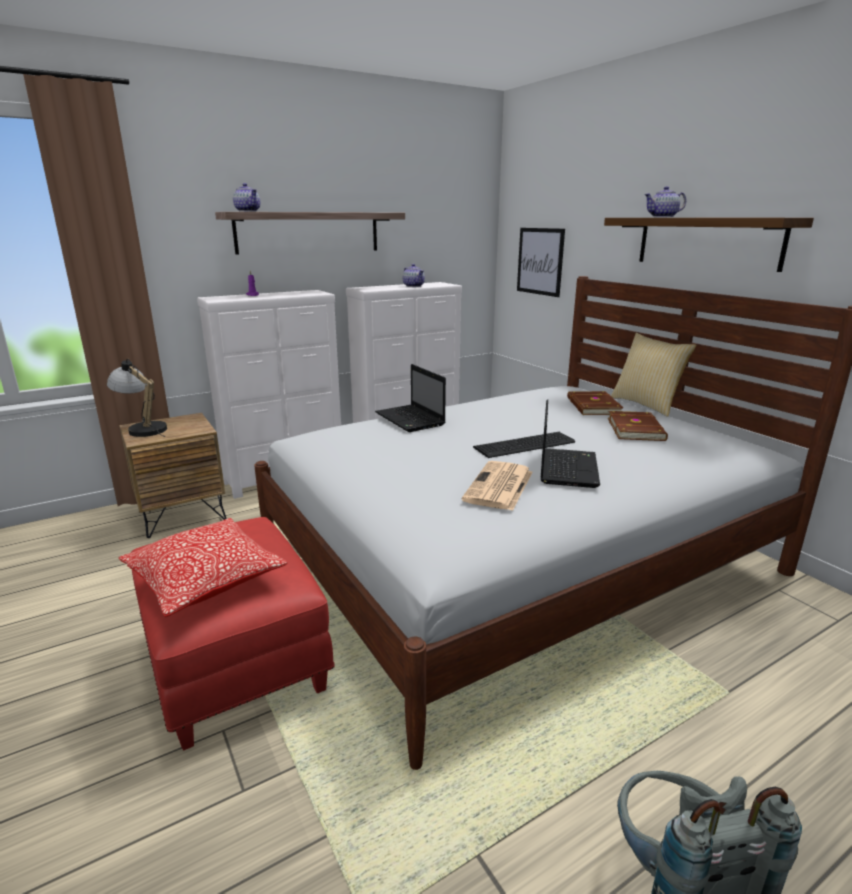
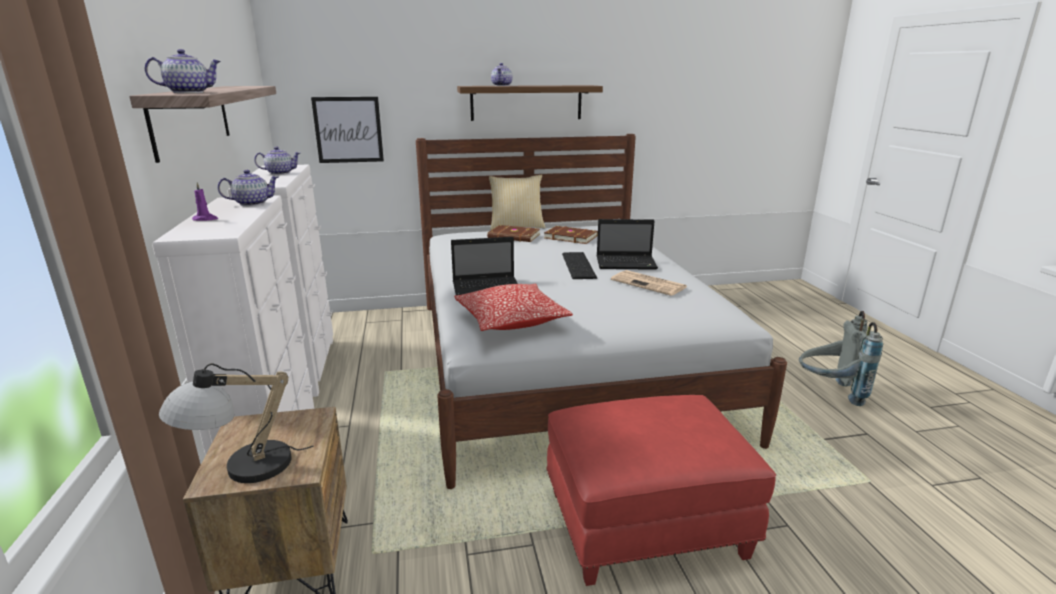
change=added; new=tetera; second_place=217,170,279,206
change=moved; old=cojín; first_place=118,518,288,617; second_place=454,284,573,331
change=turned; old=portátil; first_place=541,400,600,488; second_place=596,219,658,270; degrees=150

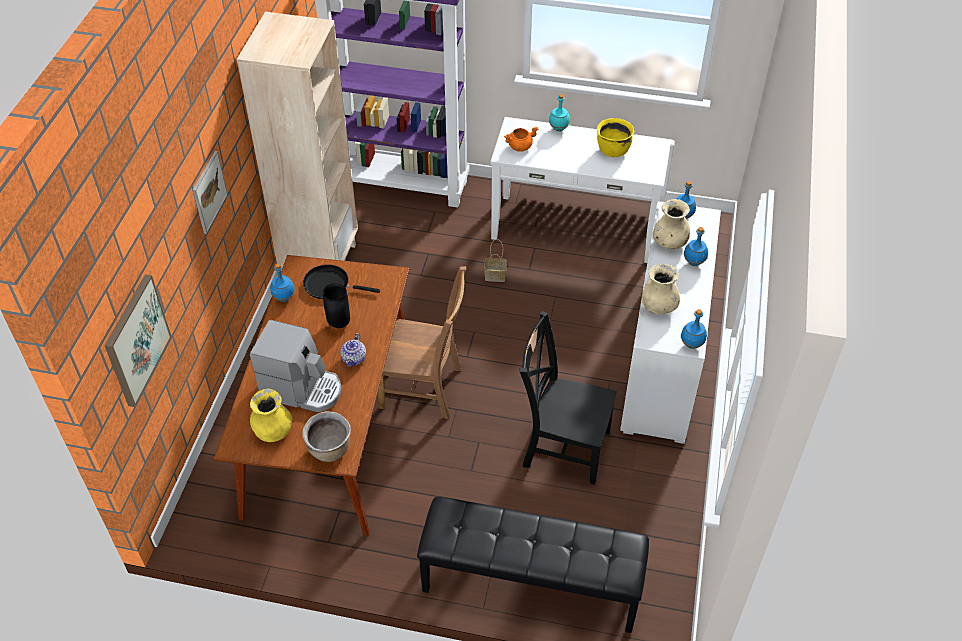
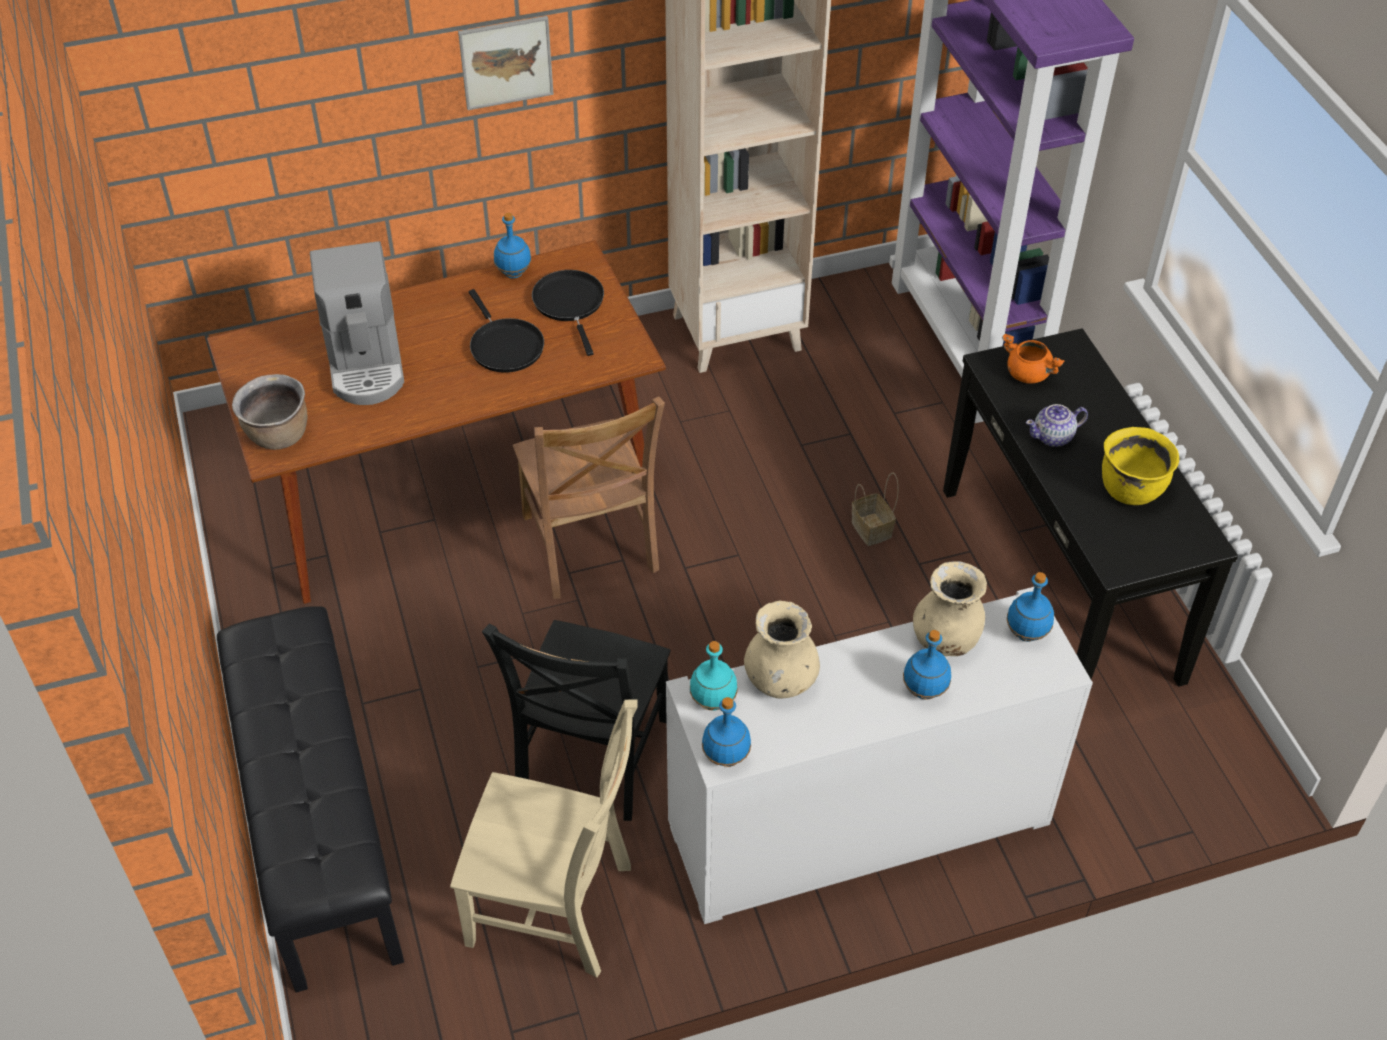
change=added; new=silla (beis); second_place=450,699,638,978
change=replaced; old=florero (negro); new=sartén (negro); first_place=322,283,350,328; second_place=469,289,544,373
change=turned; old=silla (negro); first_place=520,311,617,485; second_place=482,620,670,821; degrees=-150
change=moved; old=botella (turquesa); first_place=549,94,570,132; second_place=690,641,738,710
change=recoloured; old=mesa consola (blanco); new=mesa consola (negro); first_place=491,117,671,263; second_place=943,328,1238,687
change=moved; old=tetera; first_place=340,333,366,367; second_place=1026,404,1088,447
change=removed; old=cuadro; first_place=105,274,172,407
change=removed; old=florero (amarillo); first_place=250,388,292,442

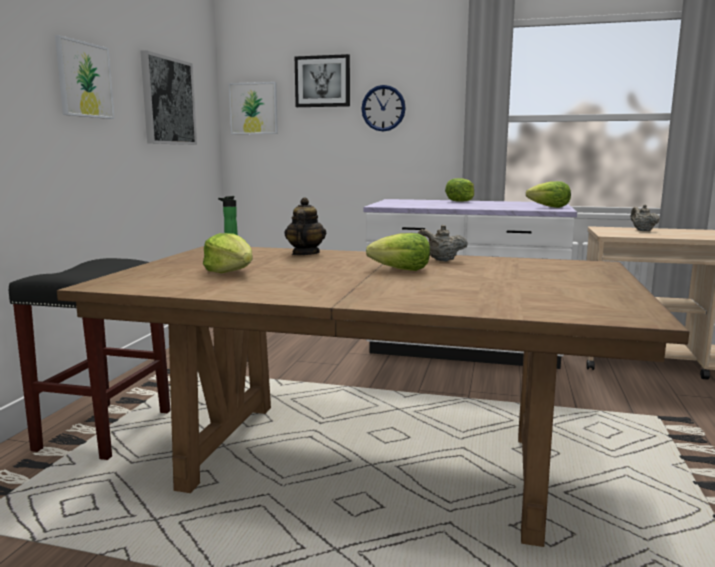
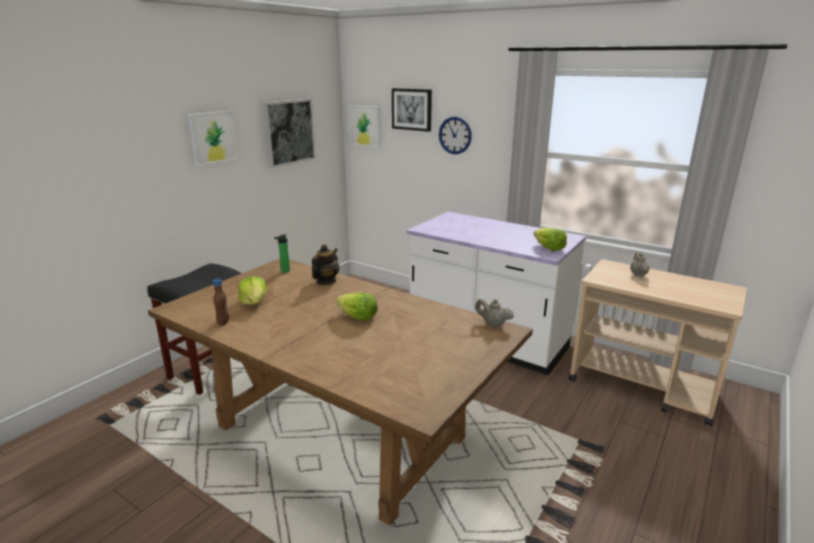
change=added; new=botella (marrón); second_place=213,279,229,326
change=moved; old=tetera (beis); first_place=418,225,468,262; second_place=475,299,514,327
change=removed; old=lechuga; first_place=445,178,474,202

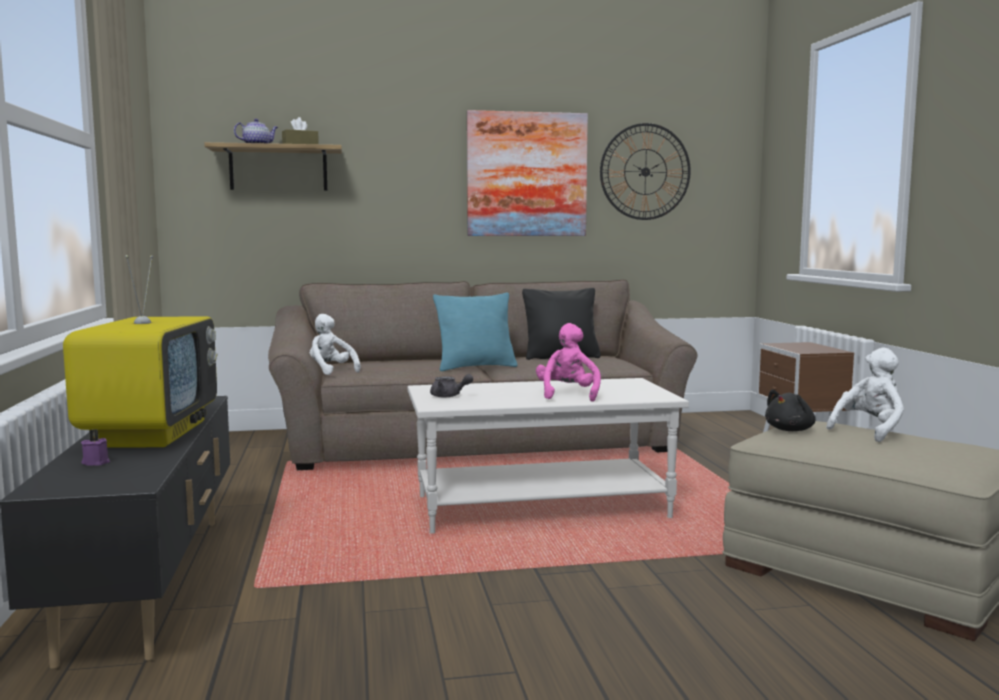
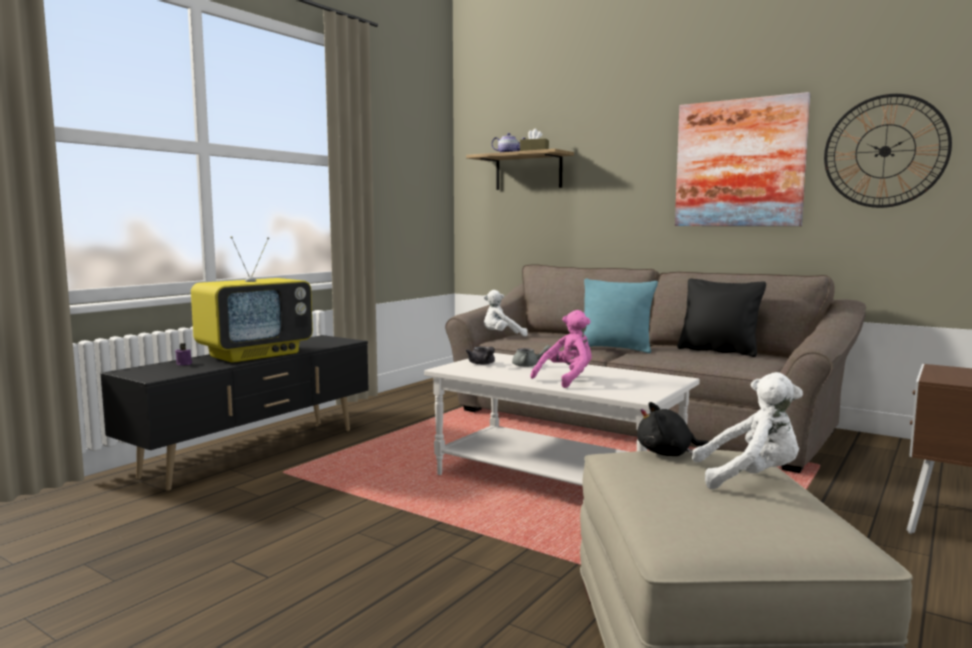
change=turned; old=peluche (blanco); first_place=309,314,361,375; second_place=484,290,528,337; degrees=-105
change=added; new=tetera (gris); second_place=512,345,551,367

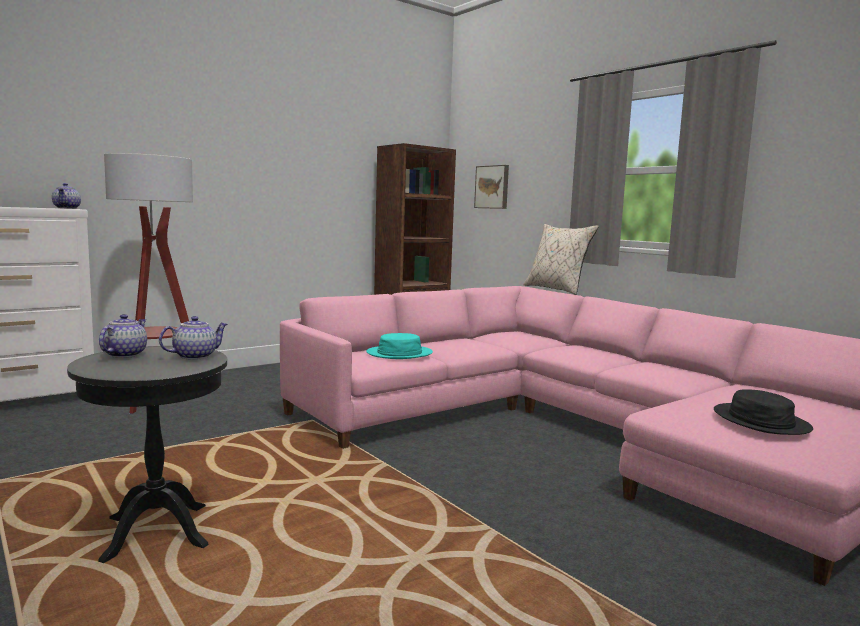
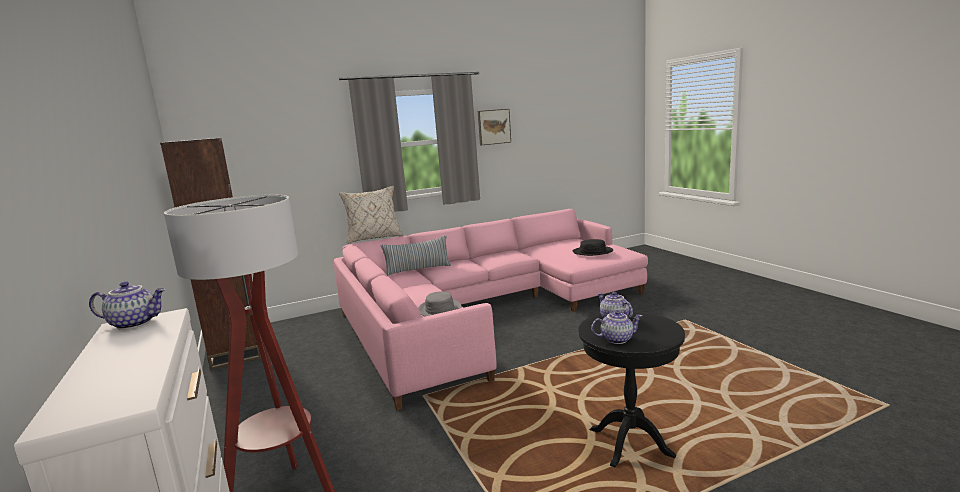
change=added; new=cojín; second_place=381,235,451,276
change=recoloured; old=sombrero (turquesa); new=sombrero (gris); first_place=366,333,433,359; second_place=418,292,461,317
change=moved; old=cuadro; first_place=474,165,509,209; second_place=478,109,511,145
change=turned; old=tetera; first_place=99,314,147,358; second_place=591,310,642,344; degrees=150

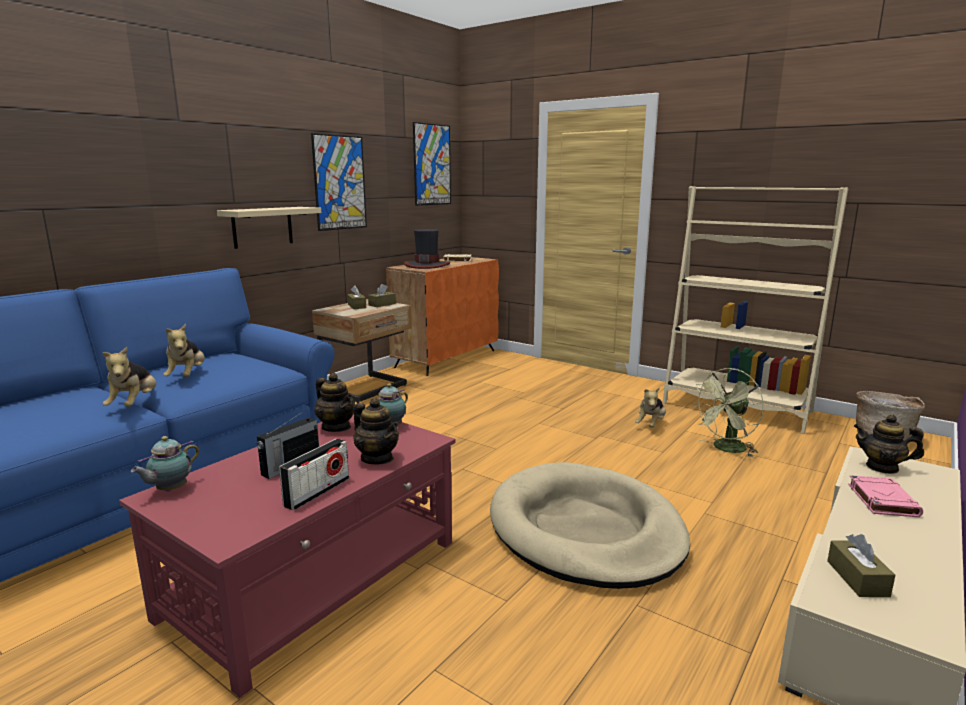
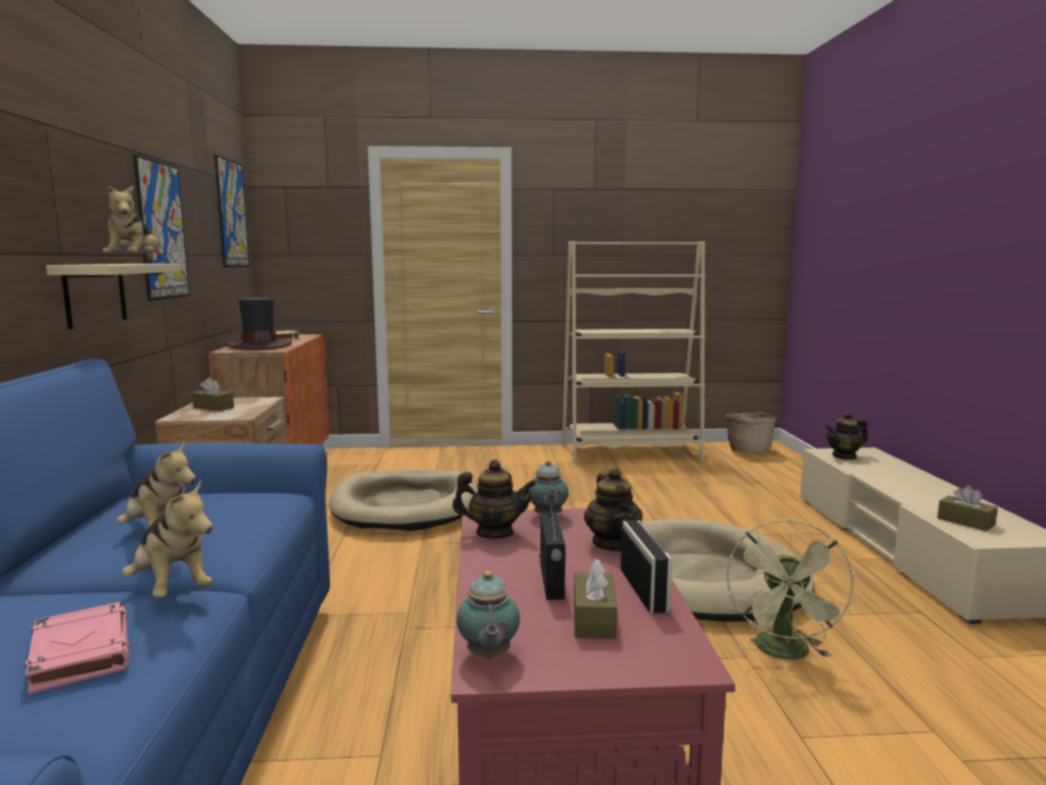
change=moved; old=libro (rosa); first_place=848,475,923,517; second_place=25,602,130,694
change=moved; old=peluche; first_place=635,387,666,427; second_place=102,185,158,263
change=added; new=cama para perro (beis); second_place=329,470,478,531
change=moved; old=caja de pañuelos (marrón); first_place=368,284,396,307; second_place=574,559,617,639
change=turned; old=tetera; first_place=353,398,399,464; second_place=584,468,643,551; degrees=75
change=moved; old=ventilador (verde); first_place=692,368,764,457; second_place=726,519,855,660

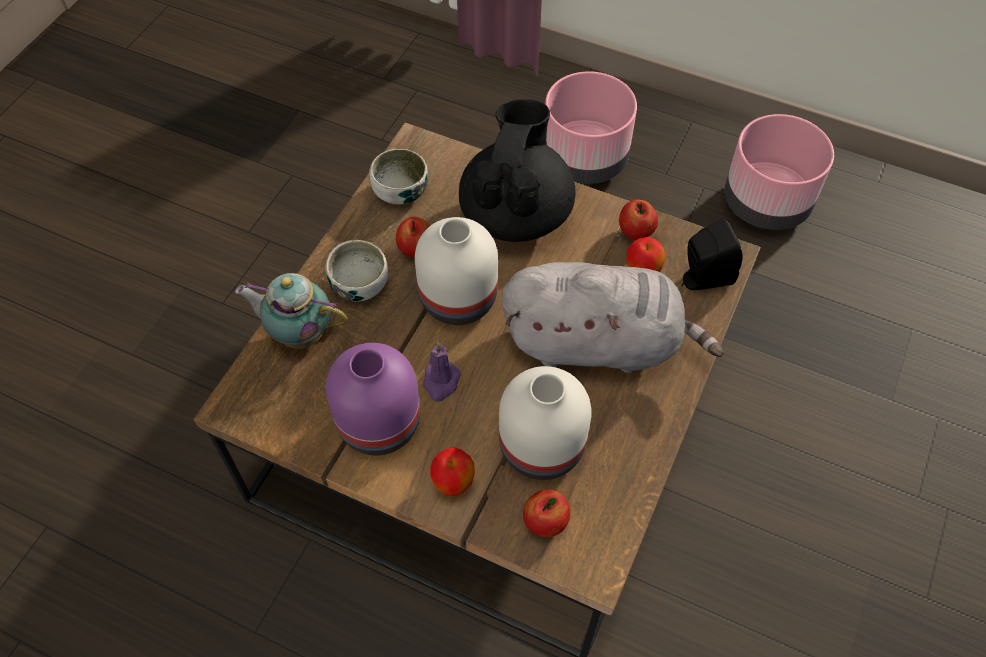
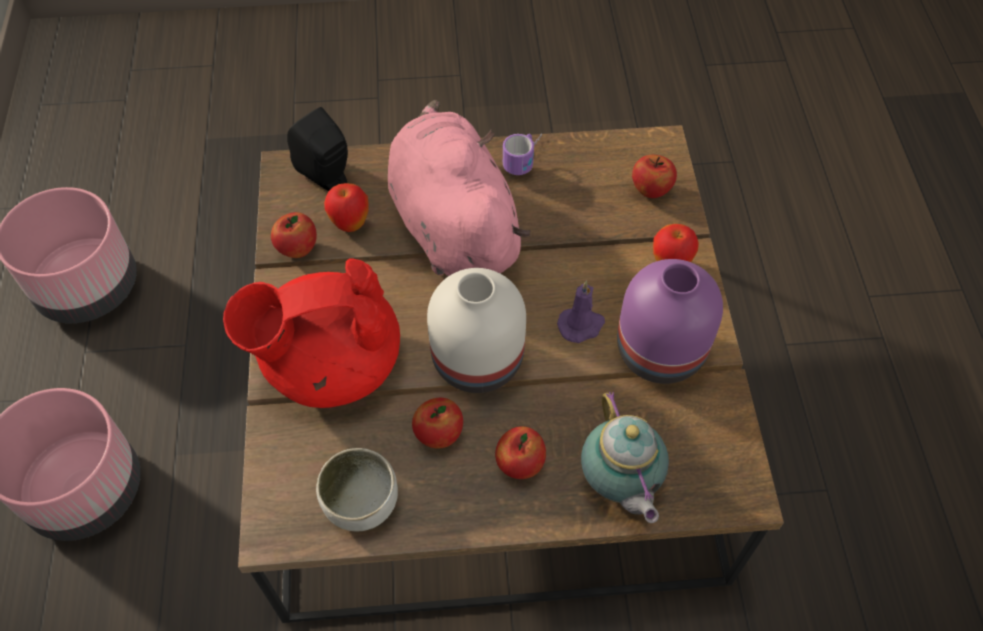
change=recoloured; old=tetera (negro); new=tetera (rojo); first_place=459,99,576,242; second_place=223,258,400,408
change=recoloured; old=peluche (gris); new=peluche (rosa); first_place=502,262,724,373; second_place=388,100,531,276
change=replaced; old=cuenco; new=manzana; first_place=325,240,388,302; second_place=495,426,546,479
change=added; new=taza grande; second_place=503,133,542,175
change=removed; old=florero (blanco); first_place=499,366,591,480

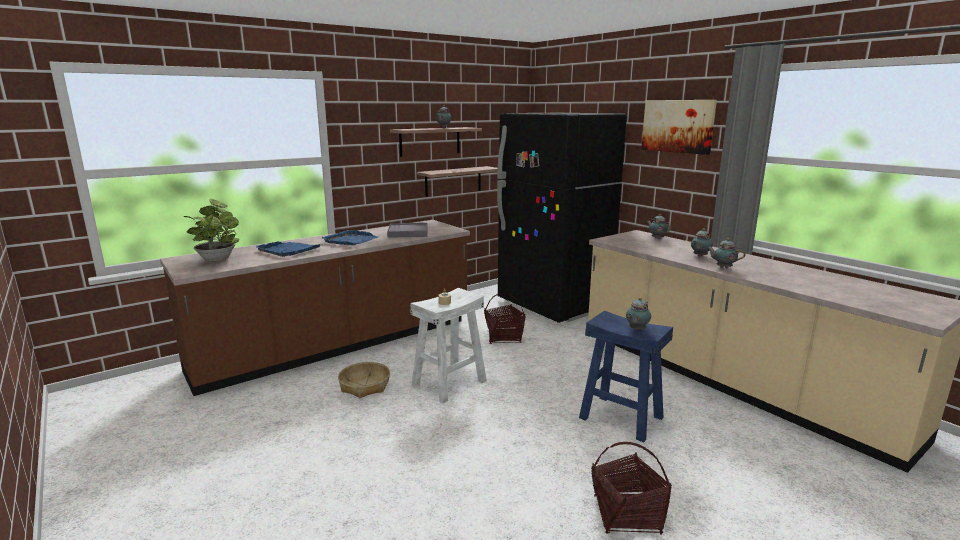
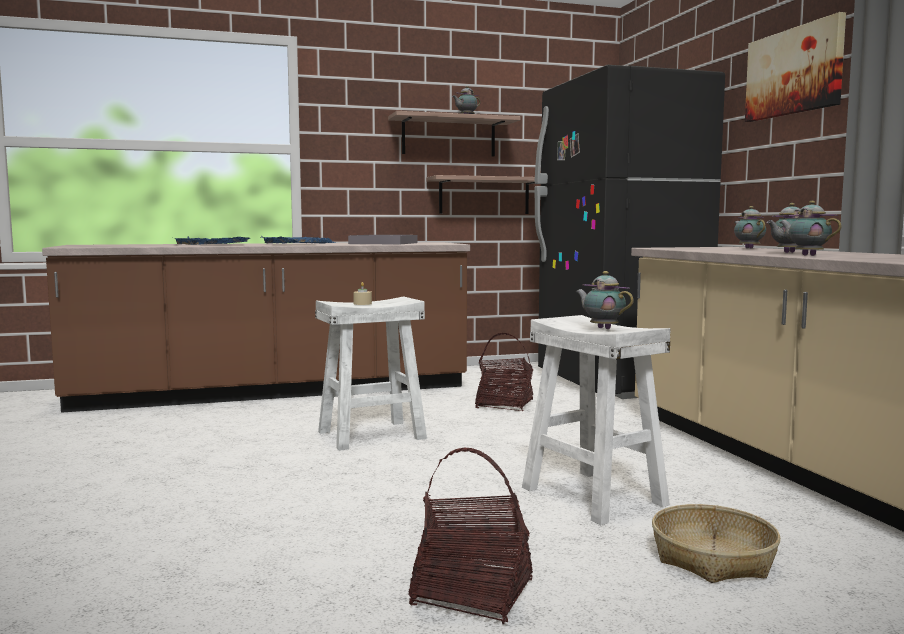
change=recoloured; old=taburete (azul); new=taburete (blanco); first_place=579,311,673,442; second_place=522,315,671,525
change=turned; old=tetera; first_place=626,297,651,330; second_place=576,271,634,329; degrees=75
change=moved; old=cesta; first_place=338,362,390,398; second_place=652,504,780,583
change=removed; old=planta en maceta; first_place=184,198,239,262

